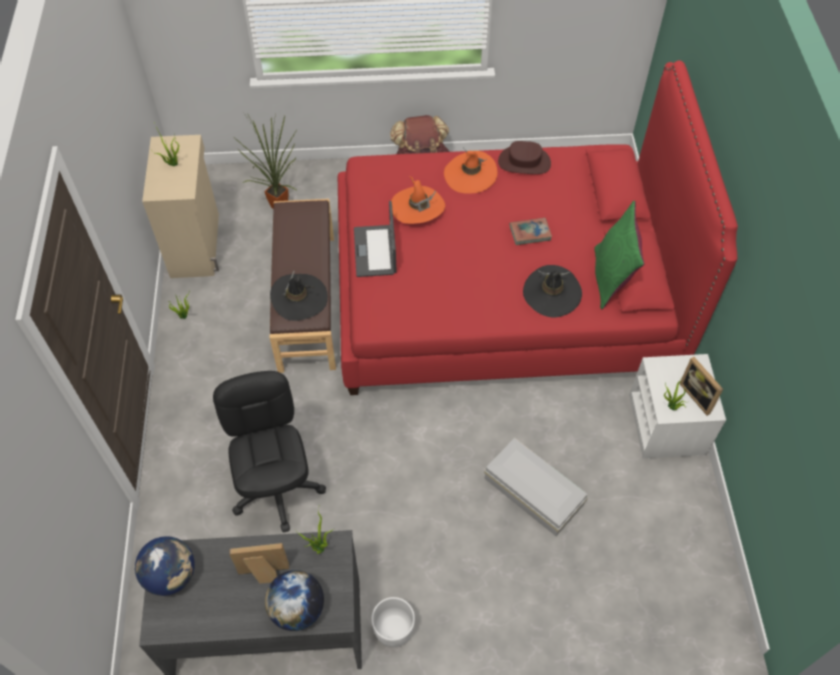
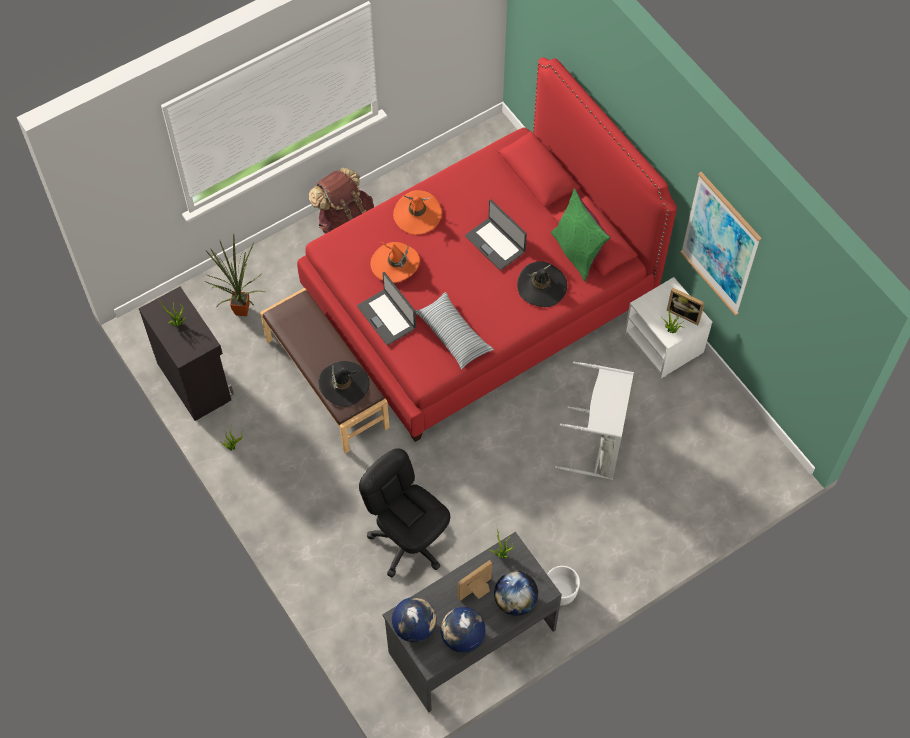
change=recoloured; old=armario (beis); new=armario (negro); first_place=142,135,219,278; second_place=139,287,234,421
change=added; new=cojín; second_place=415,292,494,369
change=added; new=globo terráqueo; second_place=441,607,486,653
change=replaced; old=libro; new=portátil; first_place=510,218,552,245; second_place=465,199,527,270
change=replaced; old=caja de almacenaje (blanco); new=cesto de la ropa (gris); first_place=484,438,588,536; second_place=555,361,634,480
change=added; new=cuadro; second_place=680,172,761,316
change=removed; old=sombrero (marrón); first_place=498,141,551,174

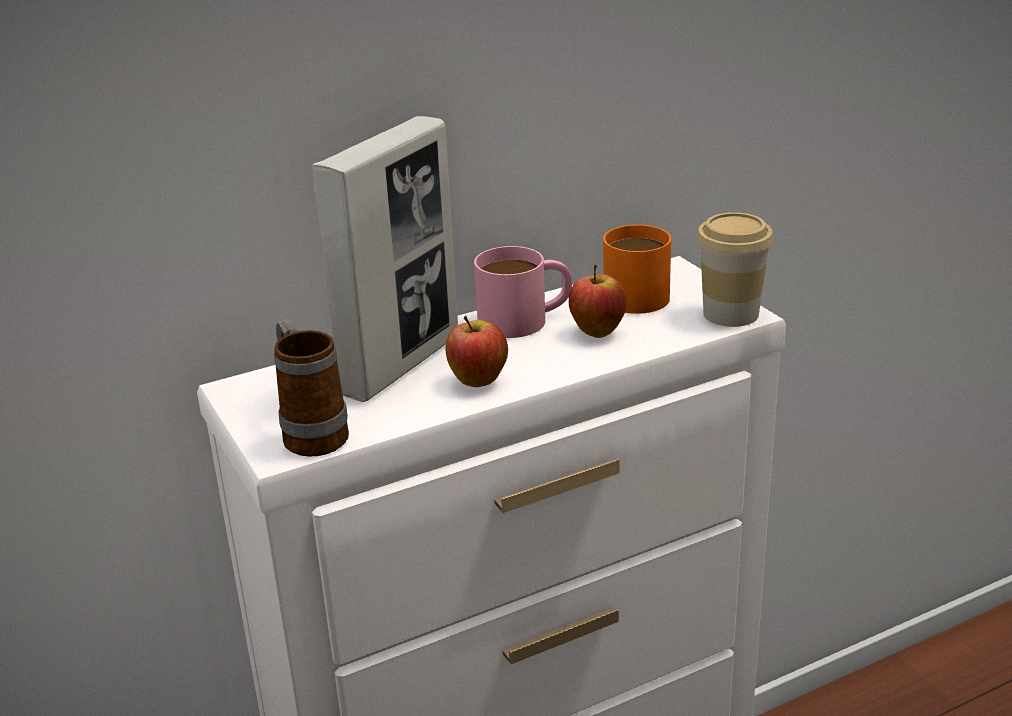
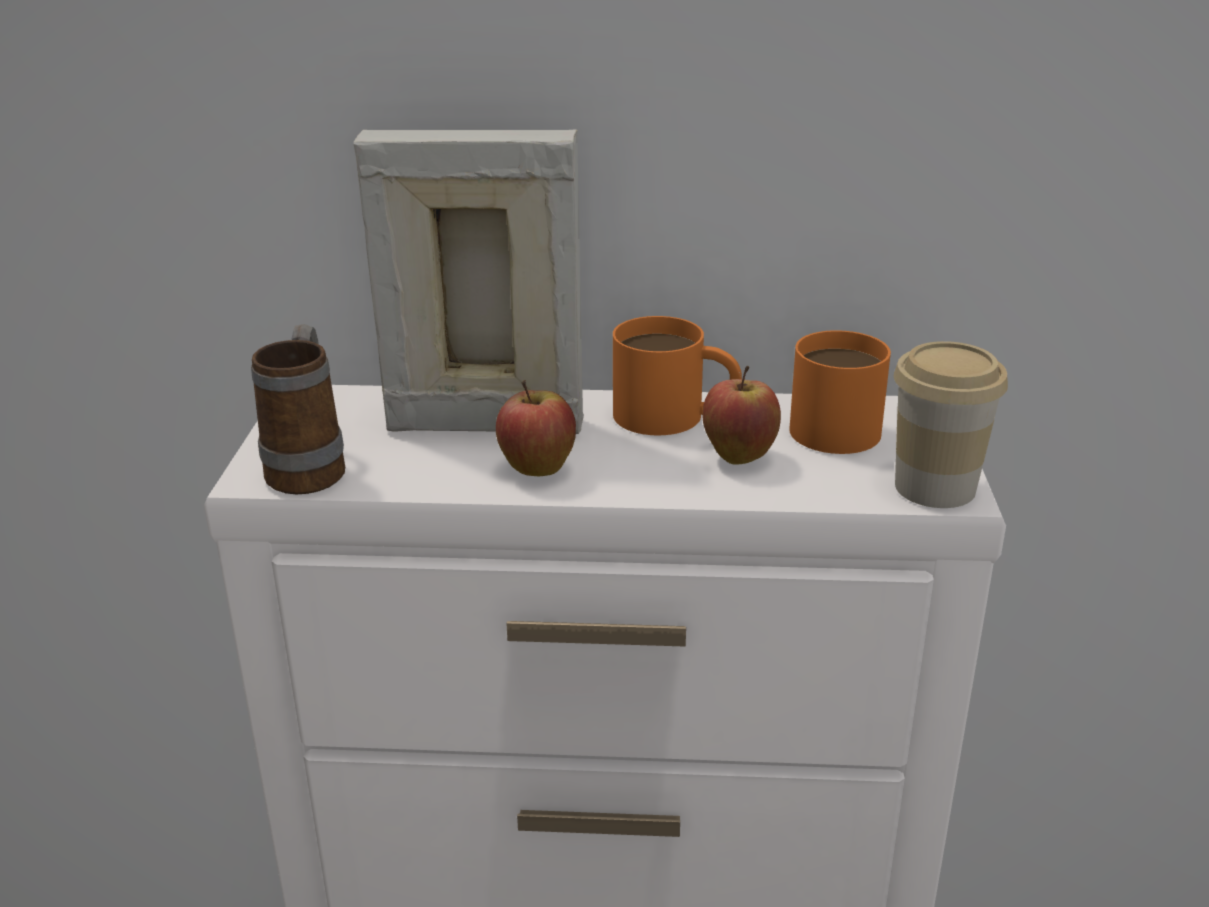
change=turned; old=portarretratos; first_place=311,116,458,402; second_place=354,129,584,434; degrees=-150
change=recoloured; old=taza grande (rosa); new=taza grande (naranja); first_place=474,246,572,338; second_place=613,316,742,435

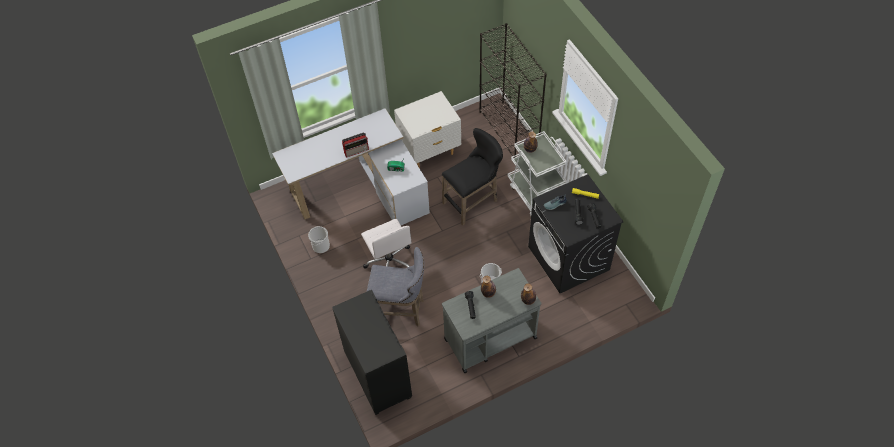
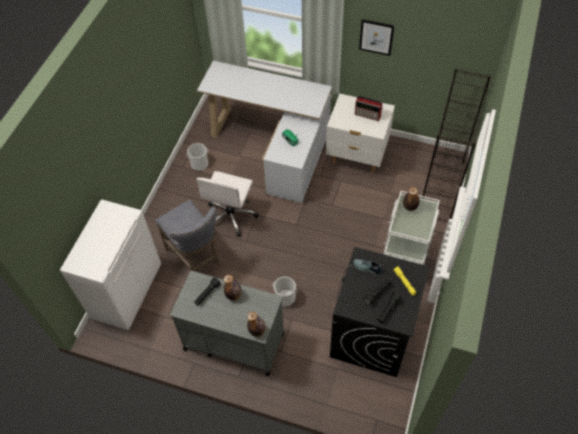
change=recoloured; old=armario (negro); new=armario (blanco); first_place=332,290,412,415; second_place=60,199,161,331
change=moved; old=radio; first_place=342,132,369,158; second_place=355,95,383,122
change=added; new=cuadro; second_place=359,19,395,56
change=removed; old=taburete (negro); first_place=442,128,503,226

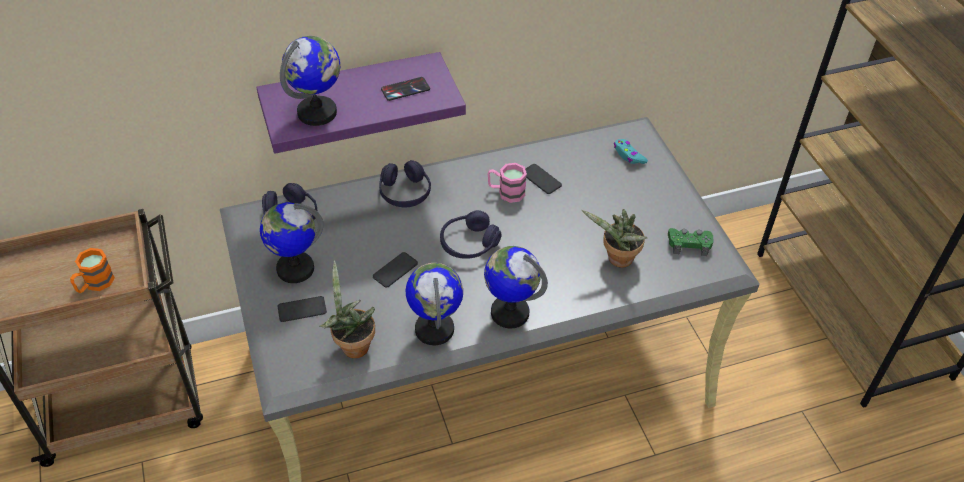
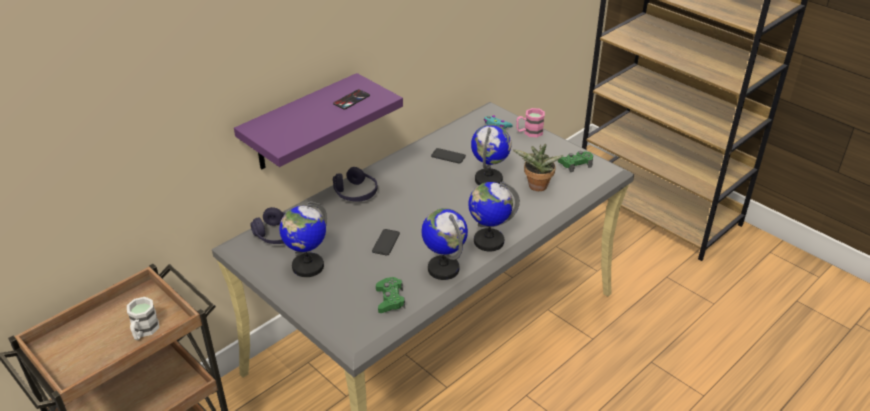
change=recoloured; old=taza grande (naranja); new=taza grande (blanco); first_place=70,248,115,293; second_place=127,297,159,340
change=replaced; old=planta en maceta; new=mando de consola (verde); first_place=319,260,375,358; second_place=376,277,405,313
change=moved; old=globo terráqueo; first_place=280,36,340,126; second_place=471,124,512,185
change=moved; old=taza grande (rosa); first_place=488,163,527,203; second_place=517,108,545,137
change=removed; old=móvil; first_place=278,296,327,322
change=removed; old=auriculares (morado); first_place=440,210,502,259

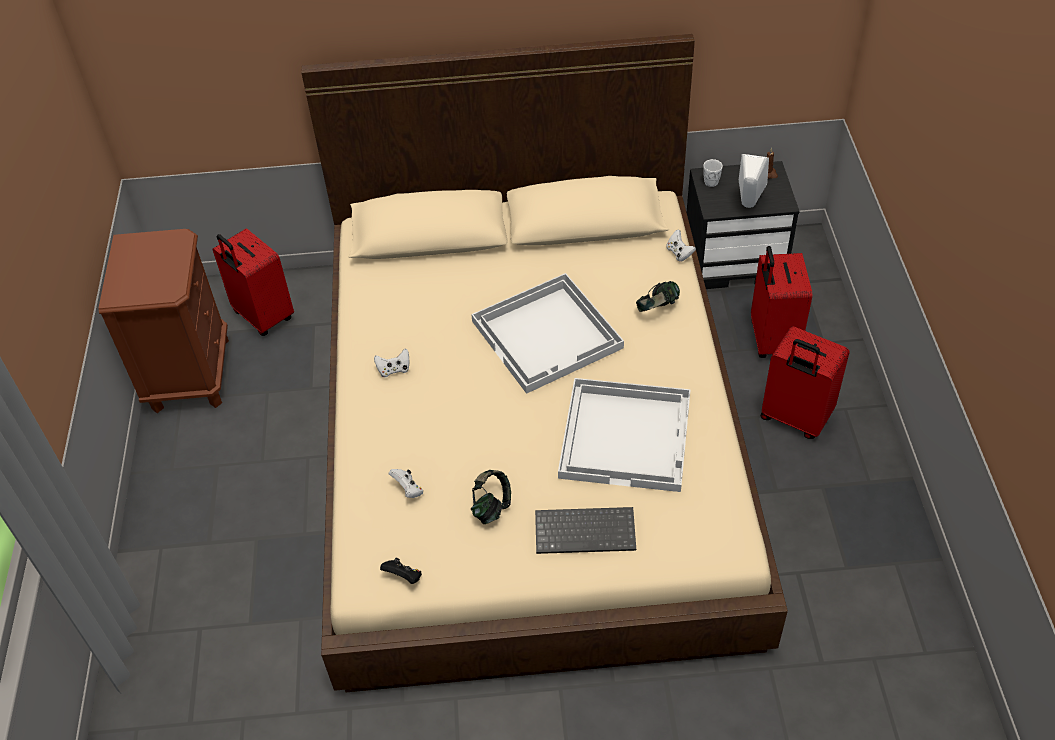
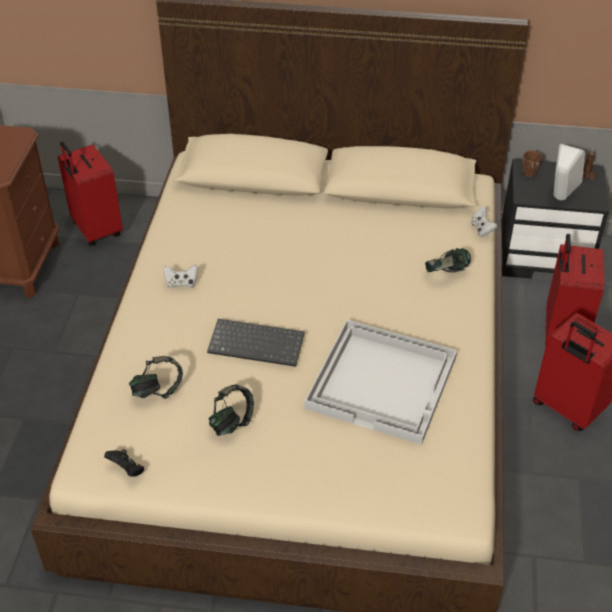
change=replaced; old=mando de consola (blanco); new=auriculares; first_place=389,469,423,498; second_place=129,356,183,399
change=moved; old=teclado; first_place=535,507,636,554; second_place=207,319,305,367
change=recoloured; old=taza grande (blanco); new=taza grande (marrón); first_place=703,159,723,187; second_place=523,151,542,177
change=removed; old=bandeja (blanco); first_place=471,273,624,394

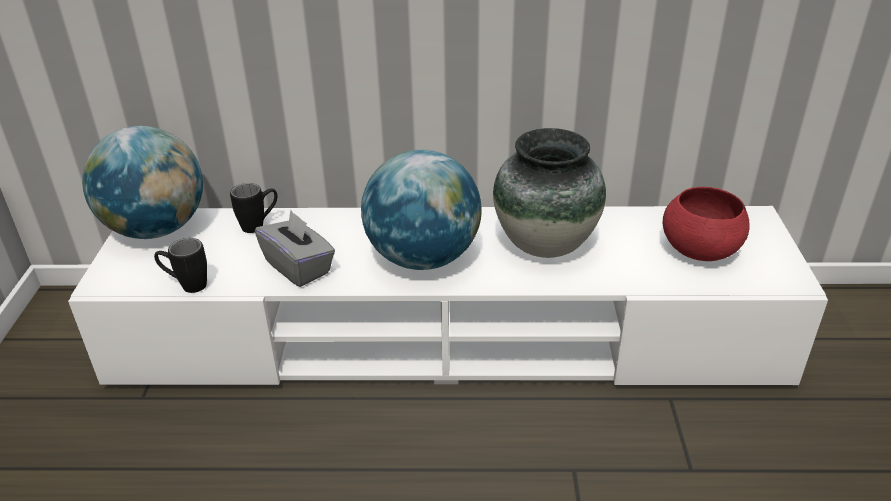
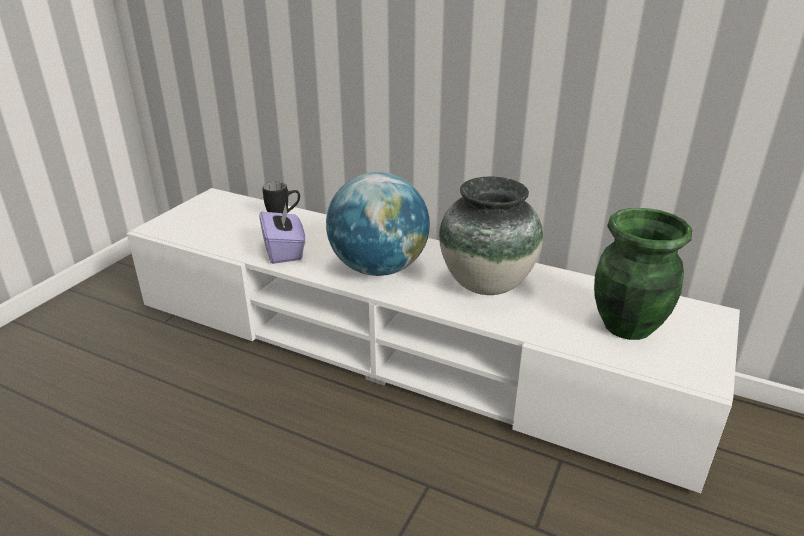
change=recoloured; old=caja de pañuelos (gris); new=caja de pañuelos (morado); first_place=255,210,335,287; second_place=259,204,305,264
change=replaced; old=cuenco (rojo); new=florero (verde); first_place=663,187,750,261; second_place=594,208,692,340
change=removed; old=globo terráqueo; first_place=82,126,203,239
change=removed; old=taza grande (negro); first_place=154,238,207,293

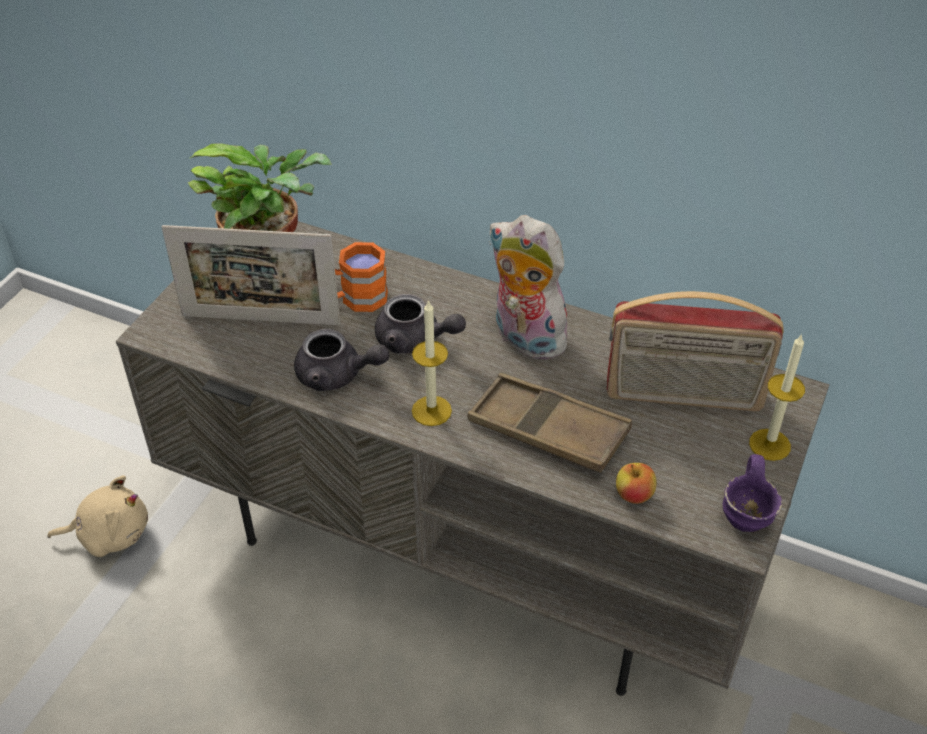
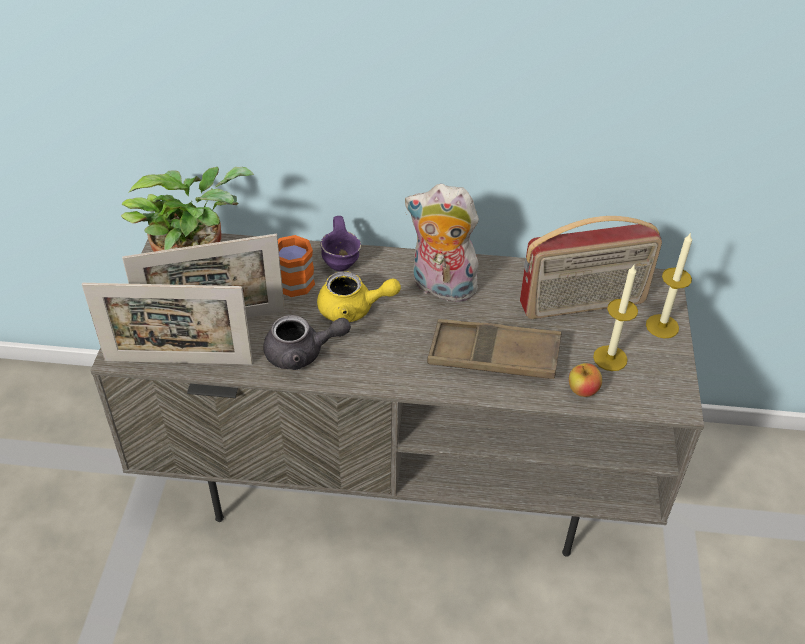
change=added; new=portarretratos; second_place=82,283,253,364
change=recoloured; old=tetera (gris); new=tetera (amarillo); first_place=375,294,466,353; second_place=317,271,401,322
change=moved; old=taza grande (morado); first_place=723,454,782,532; second_place=320,216,361,271
change=moved; old=vela; first_place=412,300,452,426; second_place=593,265,638,371
change=removed; old=peluche (beis); first_place=47,475,148,557

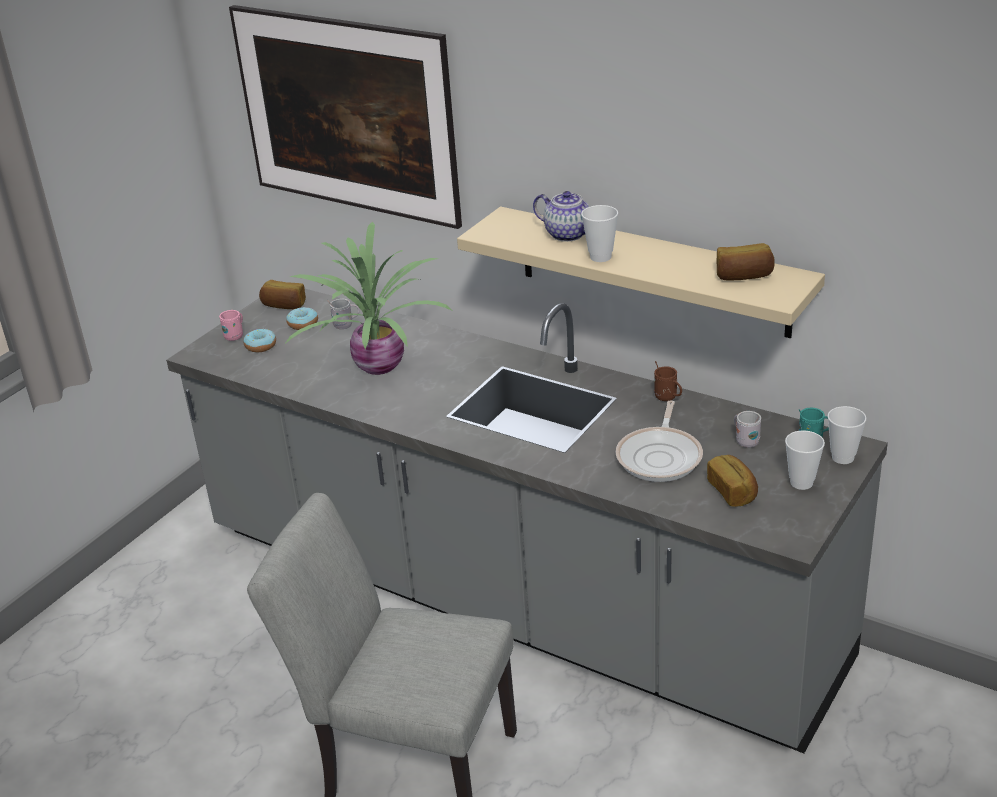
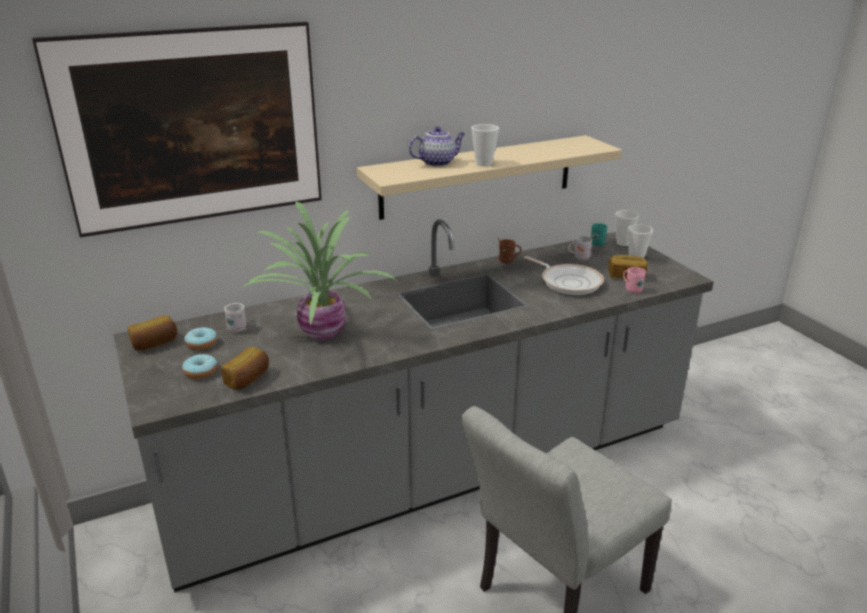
change=moved; old=pan; first_place=717,243,775,281; second_place=221,347,269,390
change=moved; old=taza grande (rosa); first_place=219,310,243,341; second_place=623,267,646,293

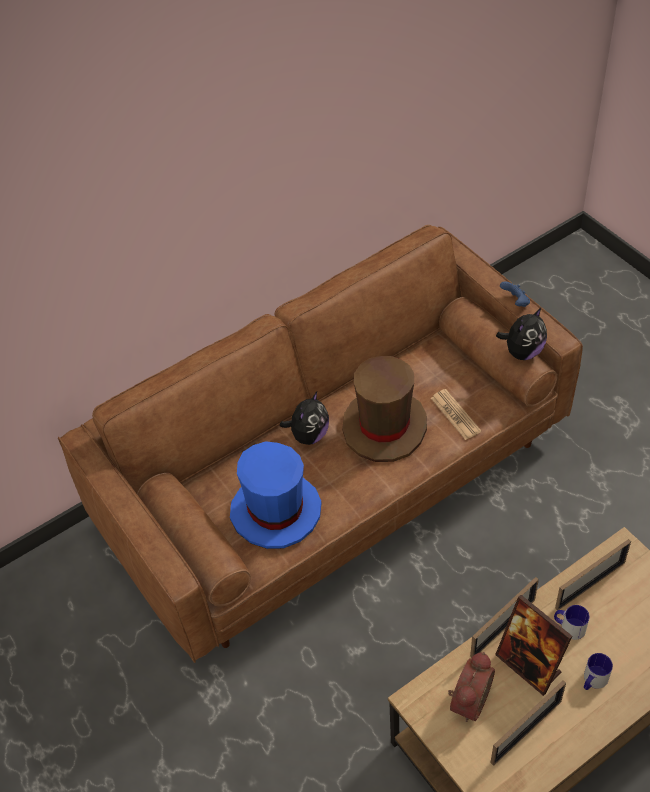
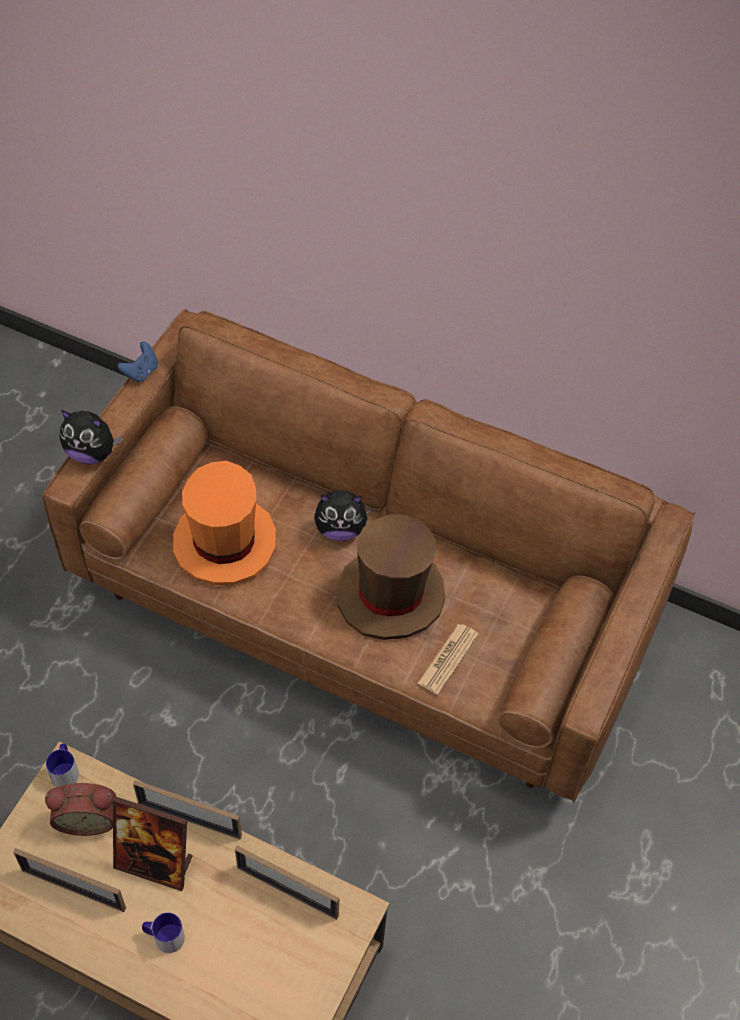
change=moved; old=taza grande; first_place=554,605,590,640; second_place=46,744,79,787
change=moved; old=peluche; first_place=496,307,547,360; second_place=60,410,123,464
change=turned; old=portarretratos; first_place=495,595,572,696; second_place=113,796,193,891; degrees=-90
change=moved; old=mando de consola (azul); first_place=500,281,530,307; second_place=117,342,158,382
change=recoloured; old=sombrero (azul); new=sombrero (naranja); first_place=230,441,321,549; second_place=173,461,276,585

